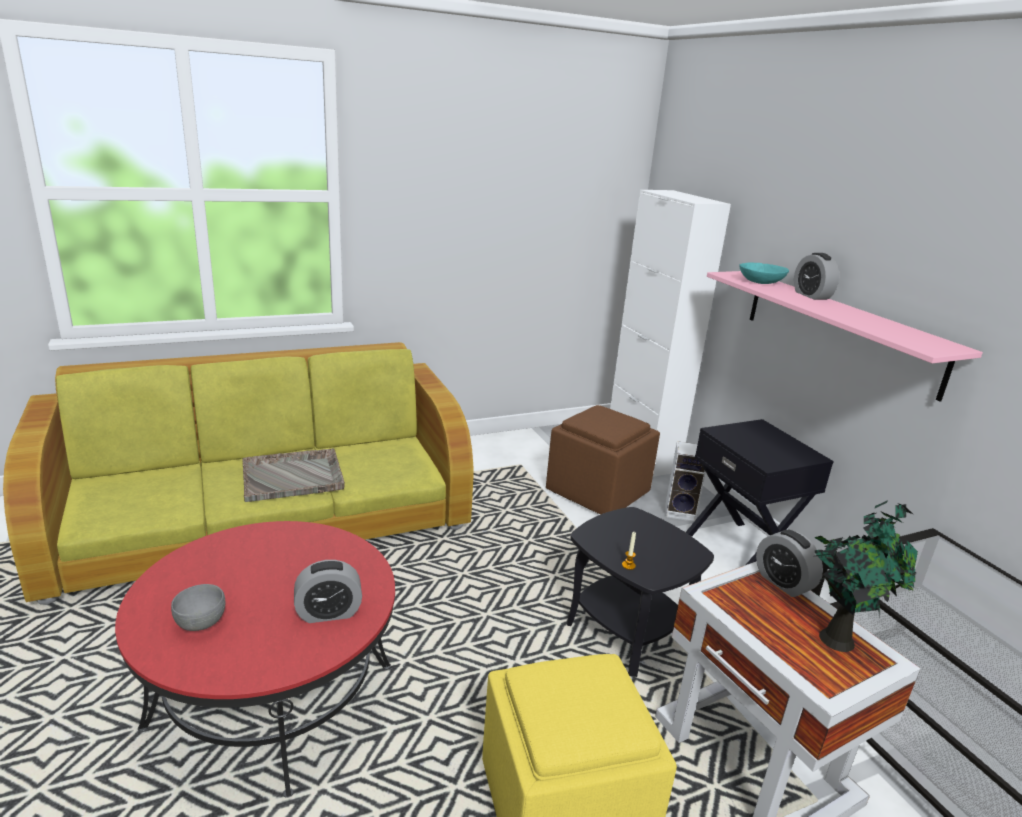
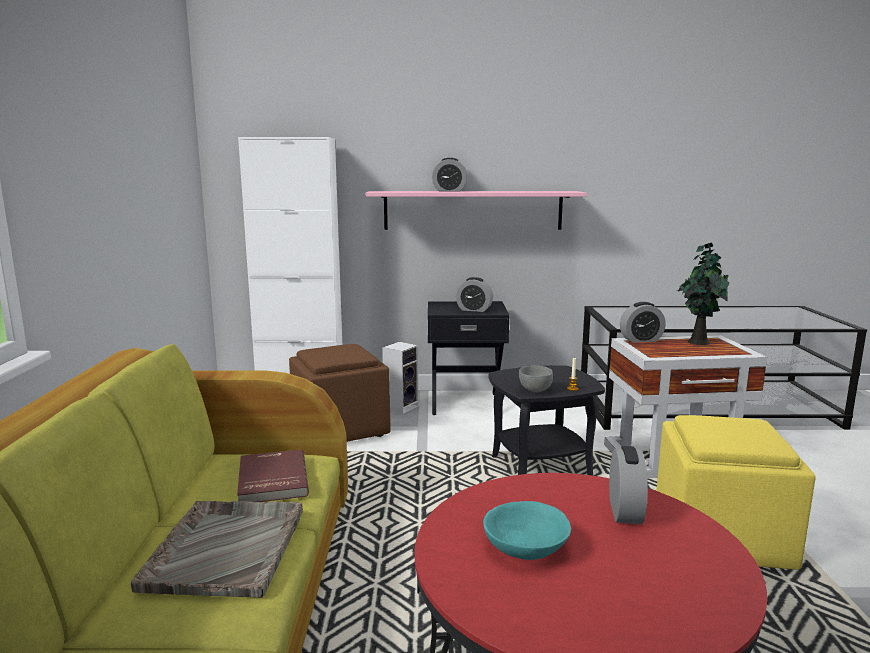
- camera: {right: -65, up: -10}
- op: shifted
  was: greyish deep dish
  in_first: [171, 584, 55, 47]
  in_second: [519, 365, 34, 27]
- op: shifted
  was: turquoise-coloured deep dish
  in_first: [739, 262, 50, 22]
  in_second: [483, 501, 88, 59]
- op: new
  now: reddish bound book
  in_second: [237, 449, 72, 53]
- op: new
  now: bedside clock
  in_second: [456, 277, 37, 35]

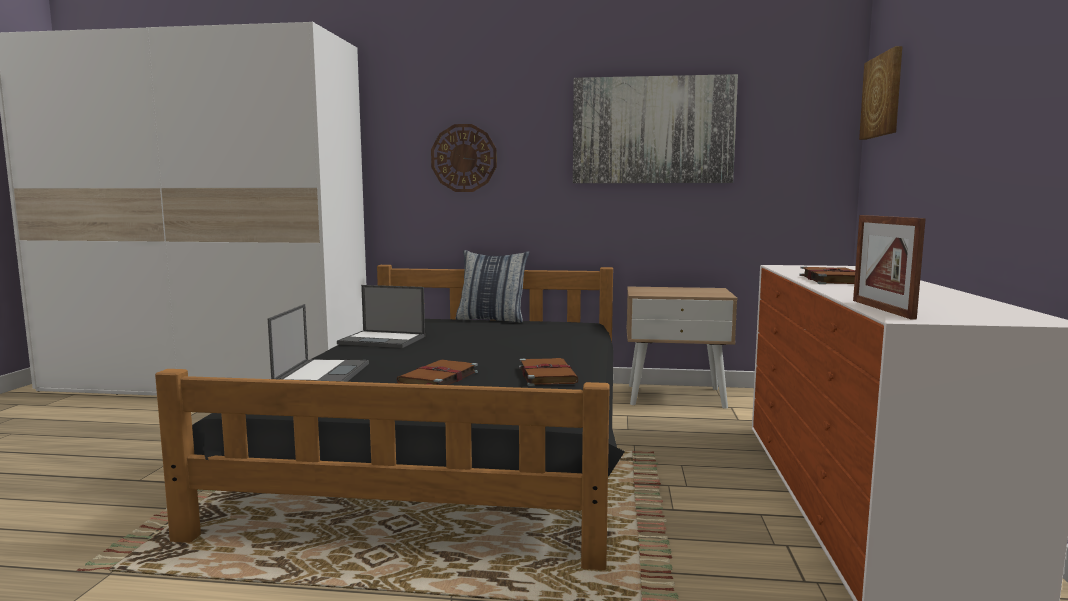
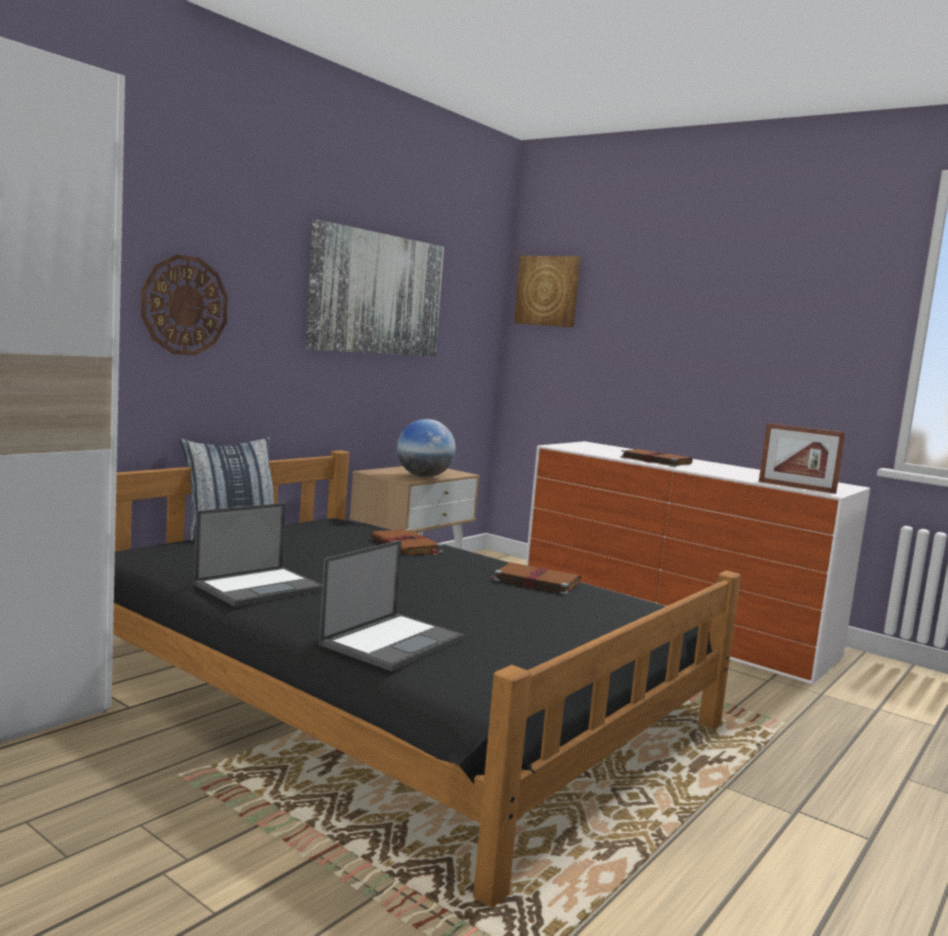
- camera: {right: -60, up: 0}
- op: rotated
  was: laptop
  in_first: [268, 304, 101, 78]
  in_second: [319, 540, 145, 131]
  clockwise: 90
- op: shifted
  was: brown-coloured bound book
  in_first: [396, 359, 82, 26]
  in_second: [371, 529, 72, 26]
- op: new
  now: world globe
  in_second: [397, 419, 59, 59]

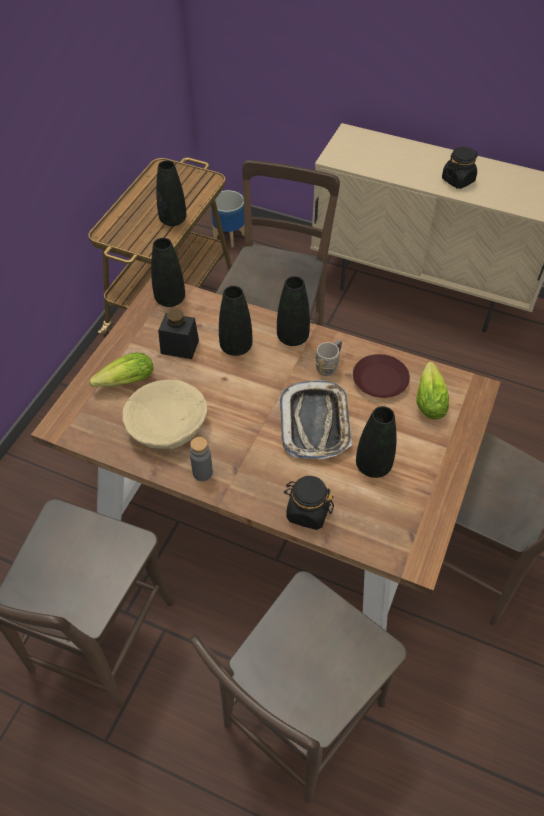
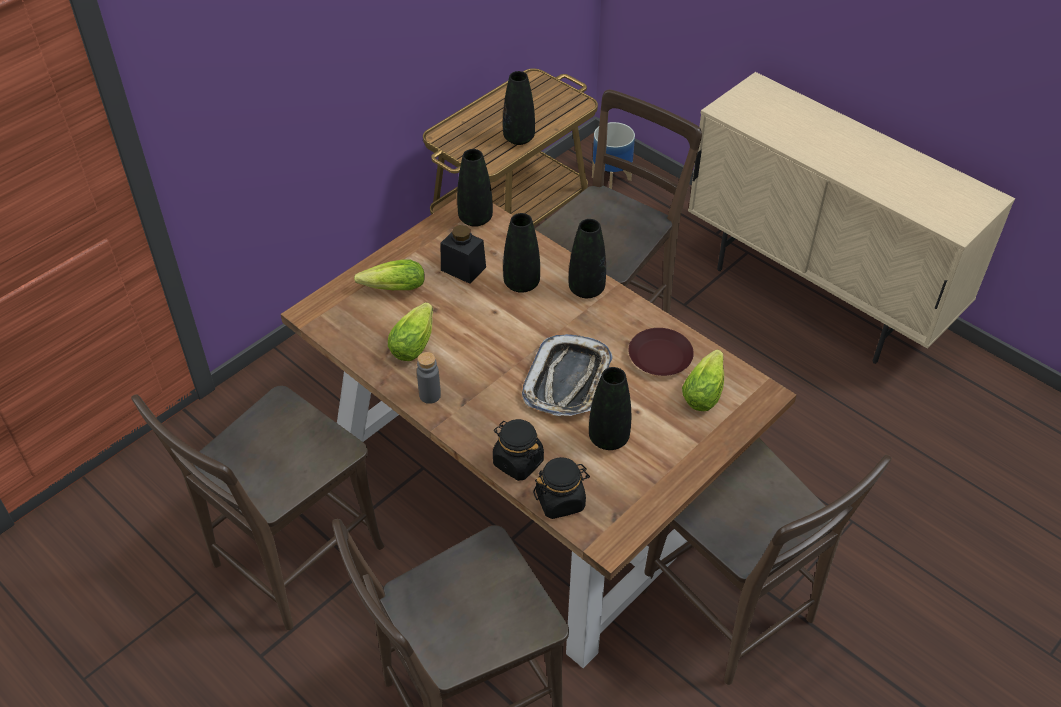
- camera: {right: 20, up: -5}
- op: swapped
  was: beige-coloured deep dish
  now: head of lettuce
  in_first: [122, 380, 85, 69]
  in_second: [388, 302, 45, 59]
- op: gone
  was: greyish coffee mug
  in_first: [315, 340, 27, 36]
- op: shifted
  was: black-coloured jar
  in_first: [442, 146, 36, 43]
  in_second: [533, 457, 57, 62]

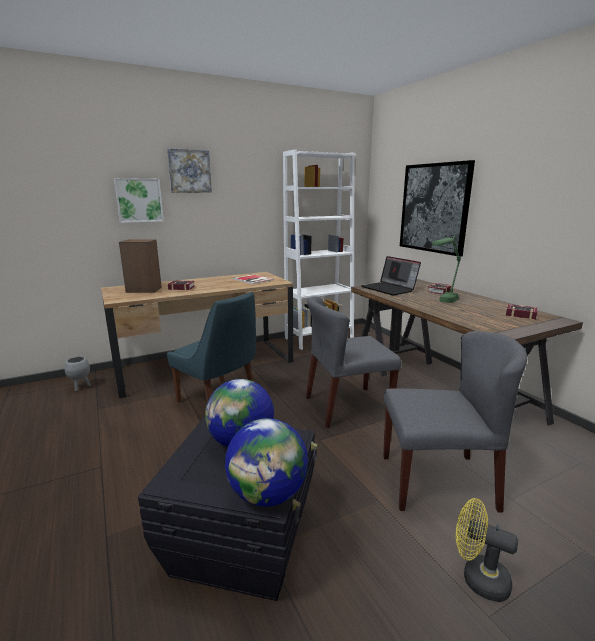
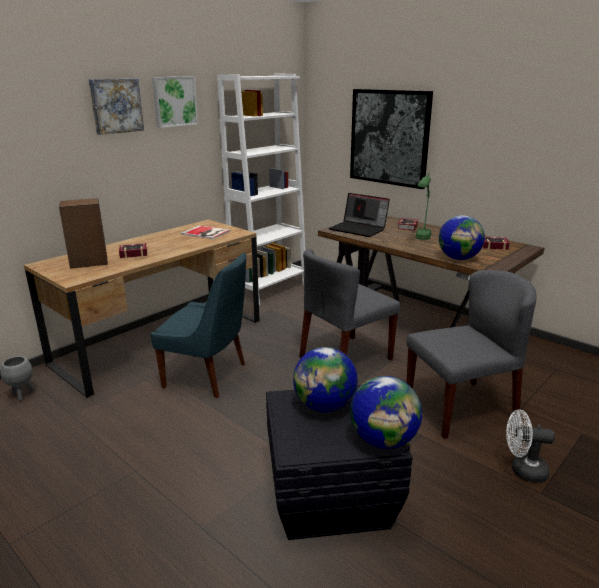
- camera: {right: -20, up: 5}
- op: shifted
  was: wall picture
  in_first: [114, 178, 50, 45]
  in_second: [152, 76, 46, 52]
- op: repainted
  was: yellowish cooling fan
  now: white cooling fan
  in_first: [456, 498, 62, 104]
  in_second: [506, 409, 49, 74]
- op: new
  now: world globe
  in_second: [439, 215, 46, 45]

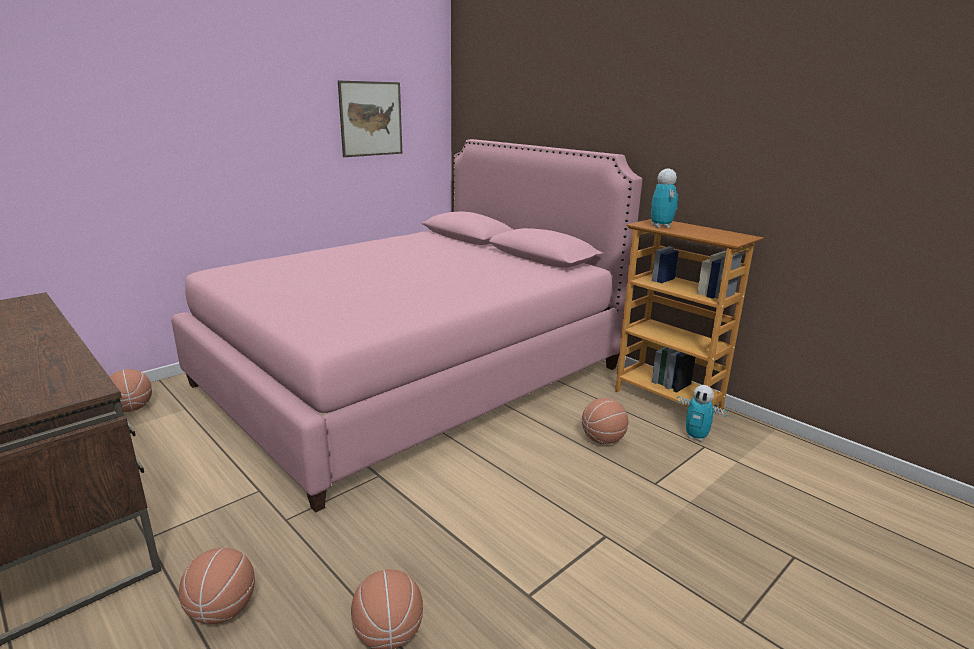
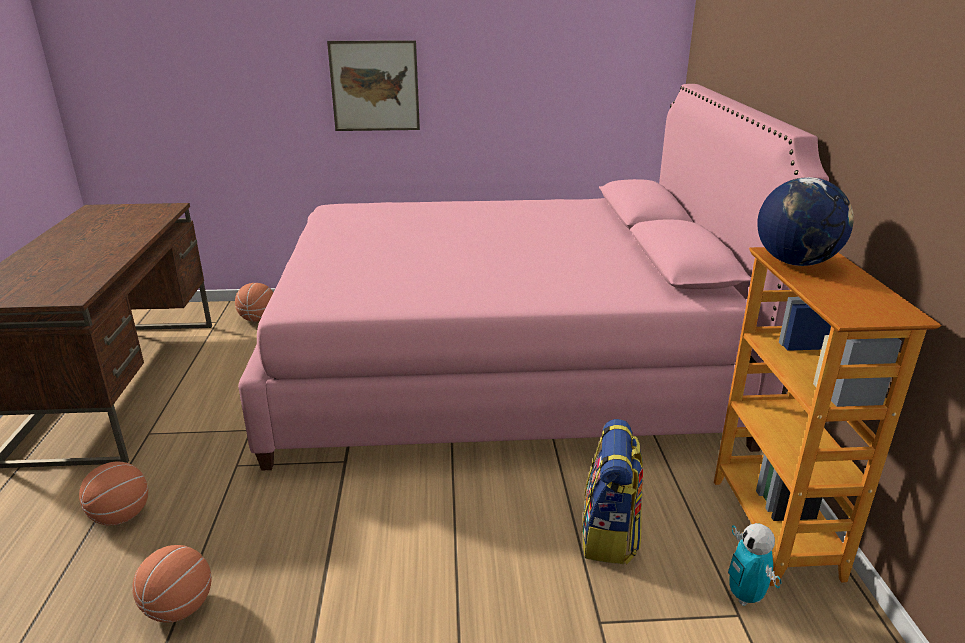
- camera: {right: 40, up: 5}
- op: shifted
  was: wall picture
  in_first: [338, 81, 64, 76]
  in_second: [327, 40, 93, 91]
- op: swapped
  was: ball for basketball
  now: knapsack
  in_first: [582, 398, 46, 46]
  in_second: [582, 419, 61, 145]
- op: swapped
  was: robot figure
  now: world globe
  in_first: [651, 169, 27, 59]
  in_second: [757, 177, 97, 89]

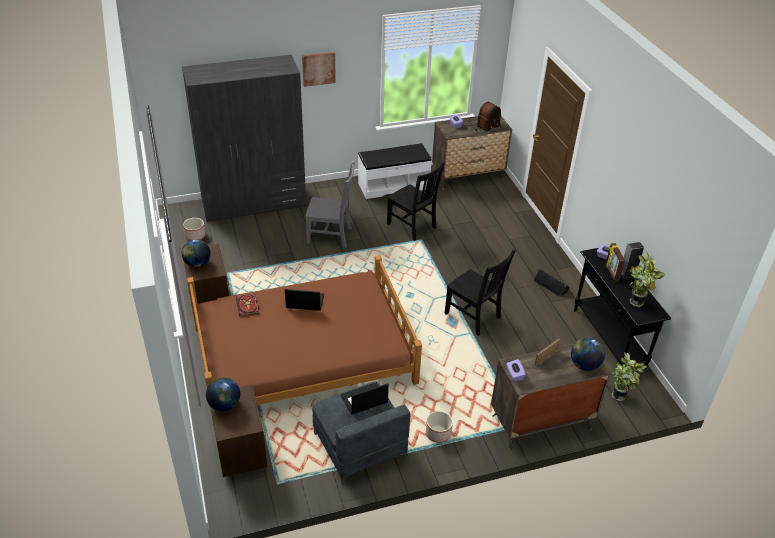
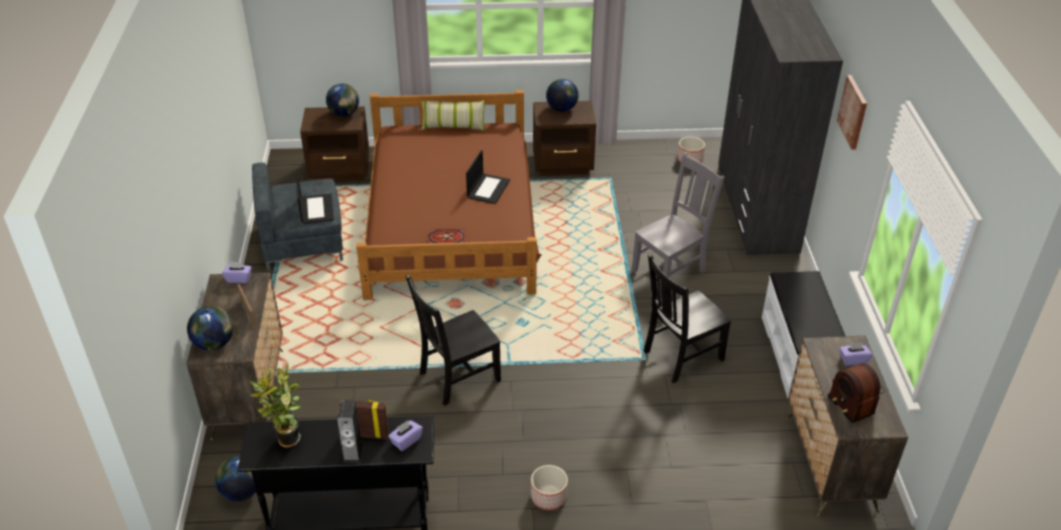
- camera: {right: 105, up: 0}
- op: shifted
  was: bound book
  in_first: [236, 294, 23, 22]
  in_second: [429, 229, 35, 15]
- op: rotated
  was: greyish upright chair
  in_first: [305, 161, 50, 87]
  in_second: [632, 152, 93, 126]
  clockwise: -150
- op: shifted
  was: planter
  in_first: [426, 411, 27, 32]
  in_second: [531, 465, 37, 45]
- op: gone
  was: black-coloured speaker
  in_first: [533, 269, 37, 28]
- op: swapped
  was: plant in a pot
  now: world globe
  in_first: [612, 352, 35, 49]
  in_second: [215, 456, 41, 45]
- op: new
  now: pillow
  in_second: [421, 100, 64, 31]

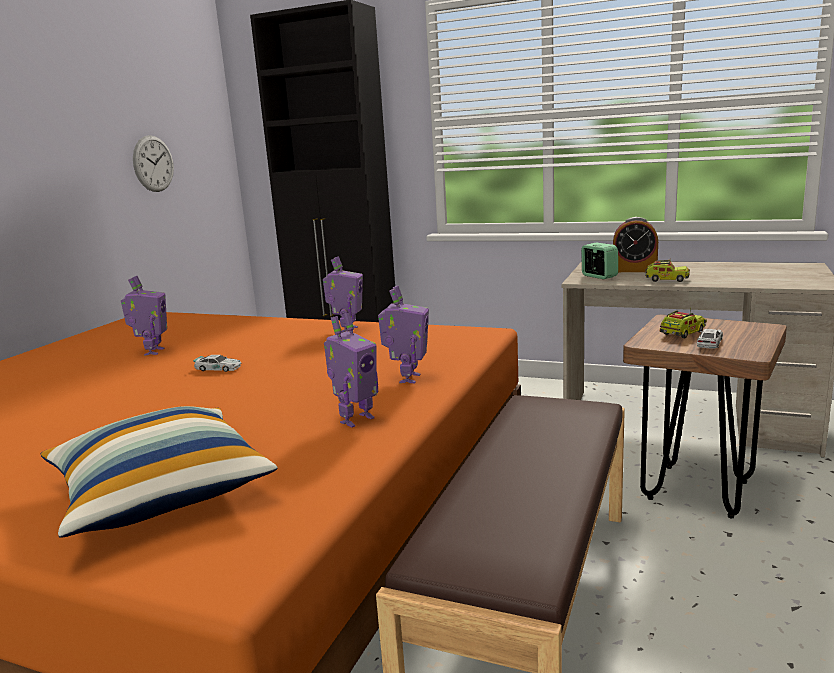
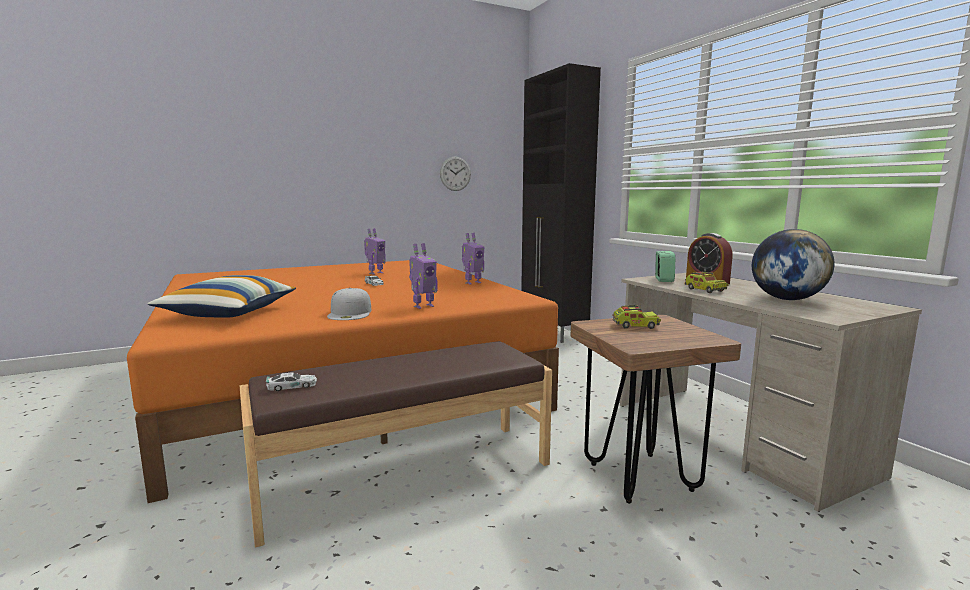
- camera: {right: 40, up: -5}
- op: swapped
  was: robot figure
  now: white cap
  in_first: [324, 312, 54, 115]
  in_second: [327, 288, 44, 32]
- op: shifted
  was: toy car
  in_first: [697, 329, 26, 20]
  in_second: [266, 372, 51, 19]
- op: new
  now: world globe
  in_second: [752, 229, 83, 71]

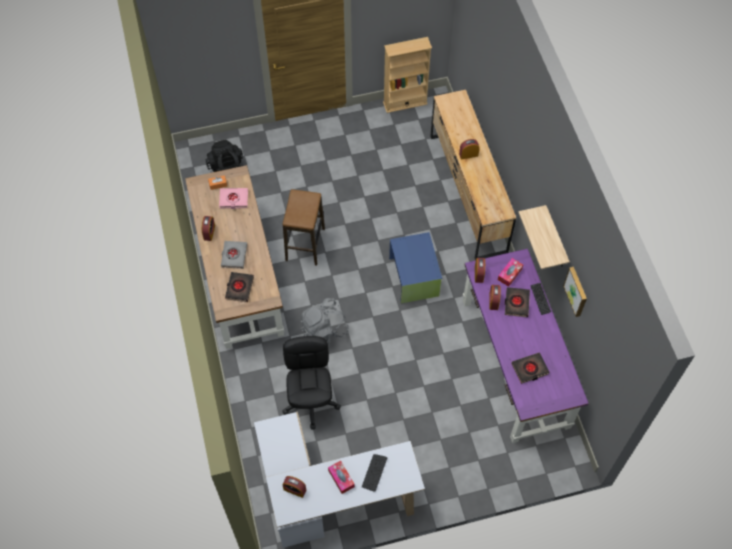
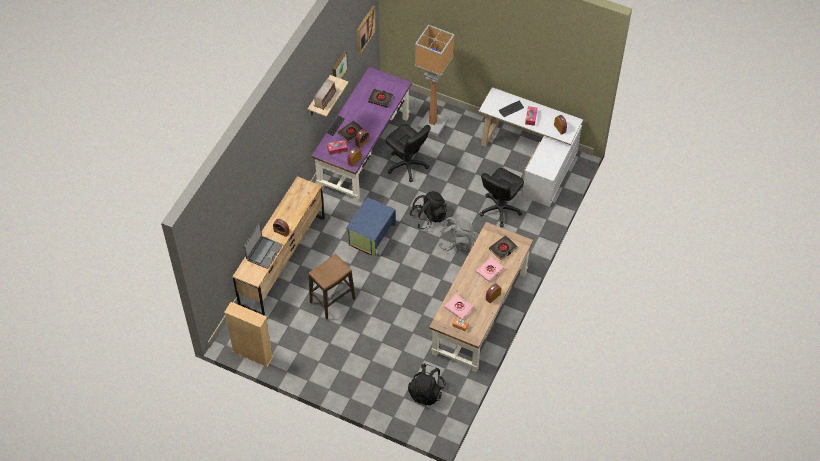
- camera: {right: -140, up: -5}
- op: repainted
  was: greyish bound book
  now: pink bound book
  in_first: [221, 241, 26, 28]
  in_second: [476, 257, 28, 25]
- op: shifted
  was: stool
  in_first: [282, 189, 43, 77]
  in_second: [309, 254, 46, 66]
- op: new
  now: laptop
  in_second: [244, 223, 39, 46]
- op: new
  now: radio set
  in_second: [313, 78, 23, 32]
- op: new
  now: wall picture
  in_second: [357, 6, 19, 49]
- op: new
  now: black-coloured office chair
  in_second: [386, 124, 45, 58]
- op: new
  now: black-coloured knapsack
  in_second: [410, 191, 37, 38]
- op: new
  now: standard lamp
  in_second: [415, 24, 40, 112]

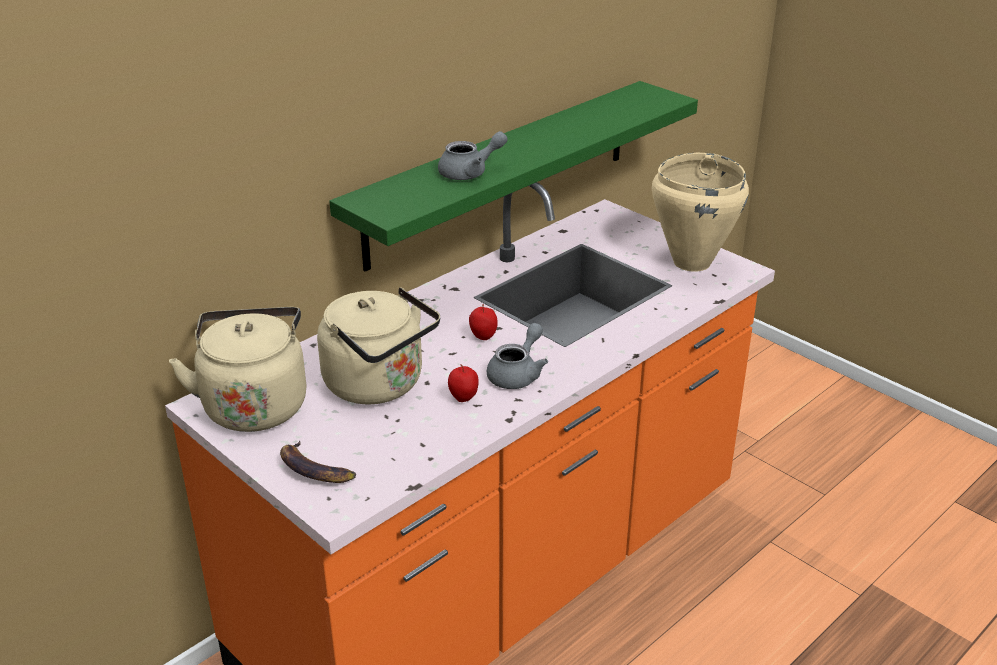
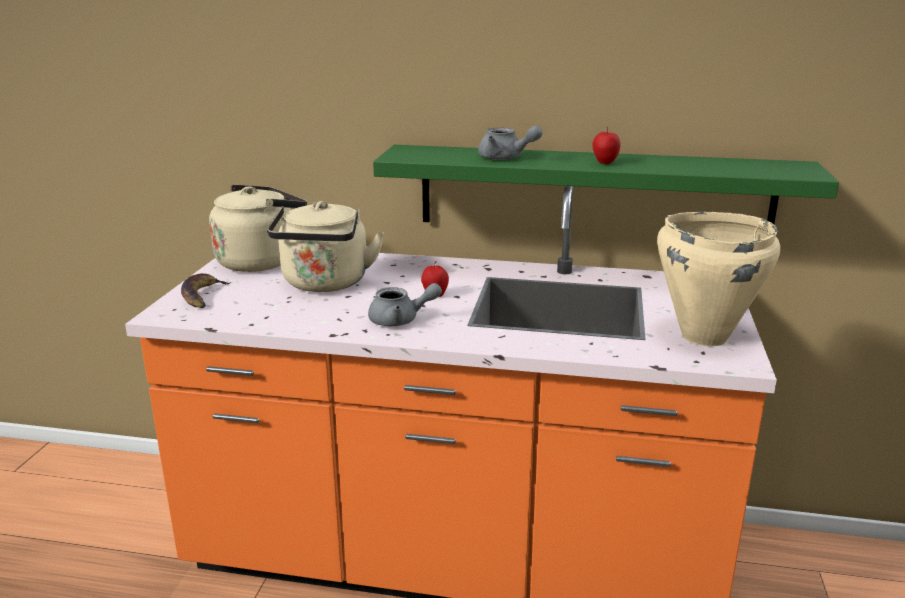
- camera: {right: 55, up: -10}
- op: shifted
  was: apple
  in_first: [448, 364, 31, 38]
  in_second: [593, 126, 27, 38]

